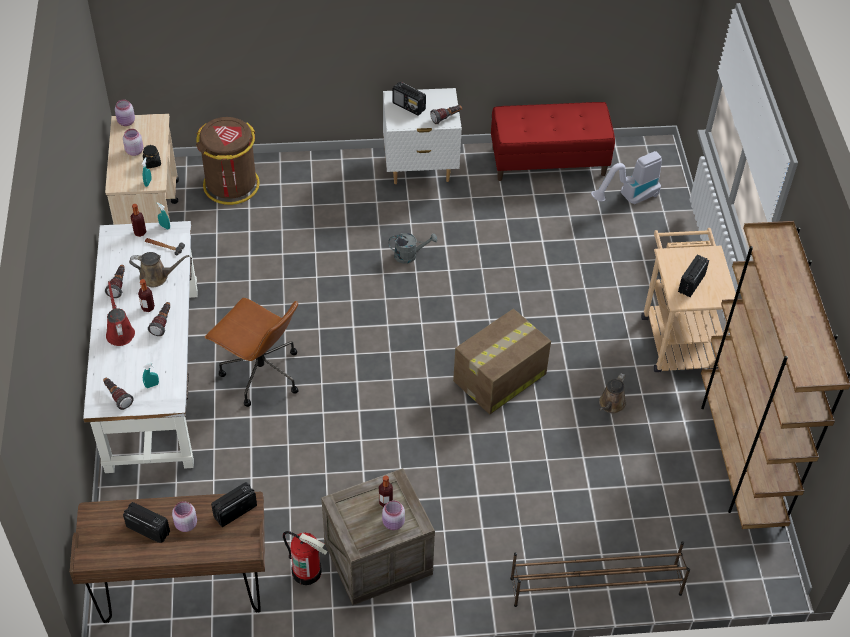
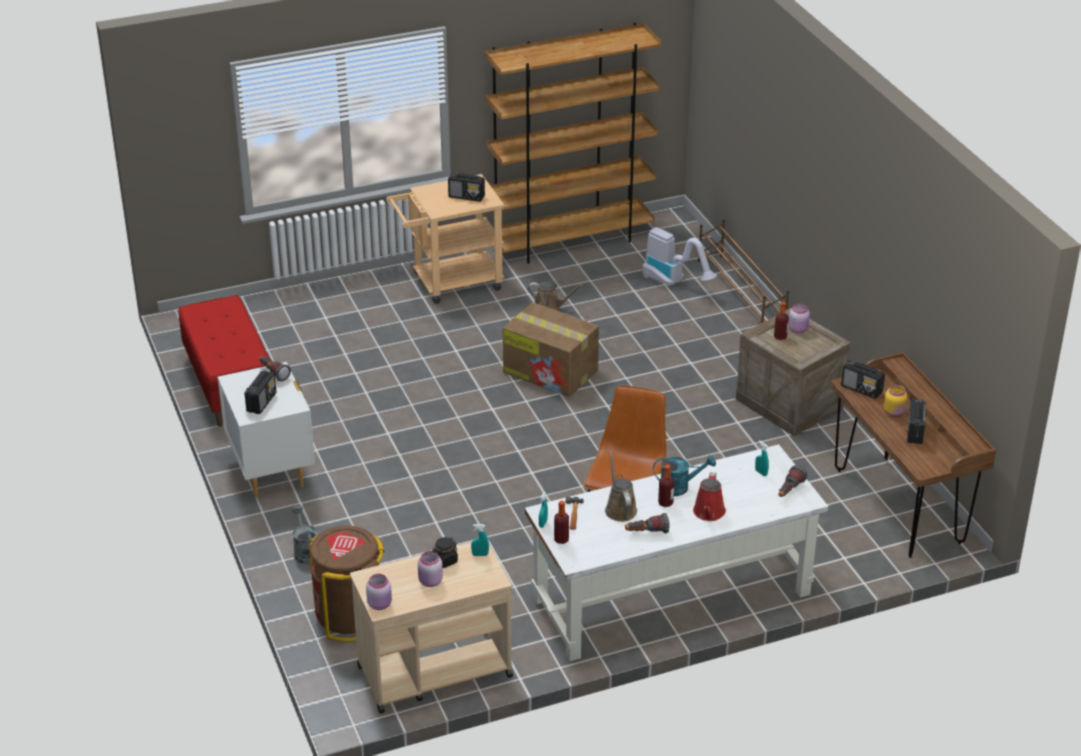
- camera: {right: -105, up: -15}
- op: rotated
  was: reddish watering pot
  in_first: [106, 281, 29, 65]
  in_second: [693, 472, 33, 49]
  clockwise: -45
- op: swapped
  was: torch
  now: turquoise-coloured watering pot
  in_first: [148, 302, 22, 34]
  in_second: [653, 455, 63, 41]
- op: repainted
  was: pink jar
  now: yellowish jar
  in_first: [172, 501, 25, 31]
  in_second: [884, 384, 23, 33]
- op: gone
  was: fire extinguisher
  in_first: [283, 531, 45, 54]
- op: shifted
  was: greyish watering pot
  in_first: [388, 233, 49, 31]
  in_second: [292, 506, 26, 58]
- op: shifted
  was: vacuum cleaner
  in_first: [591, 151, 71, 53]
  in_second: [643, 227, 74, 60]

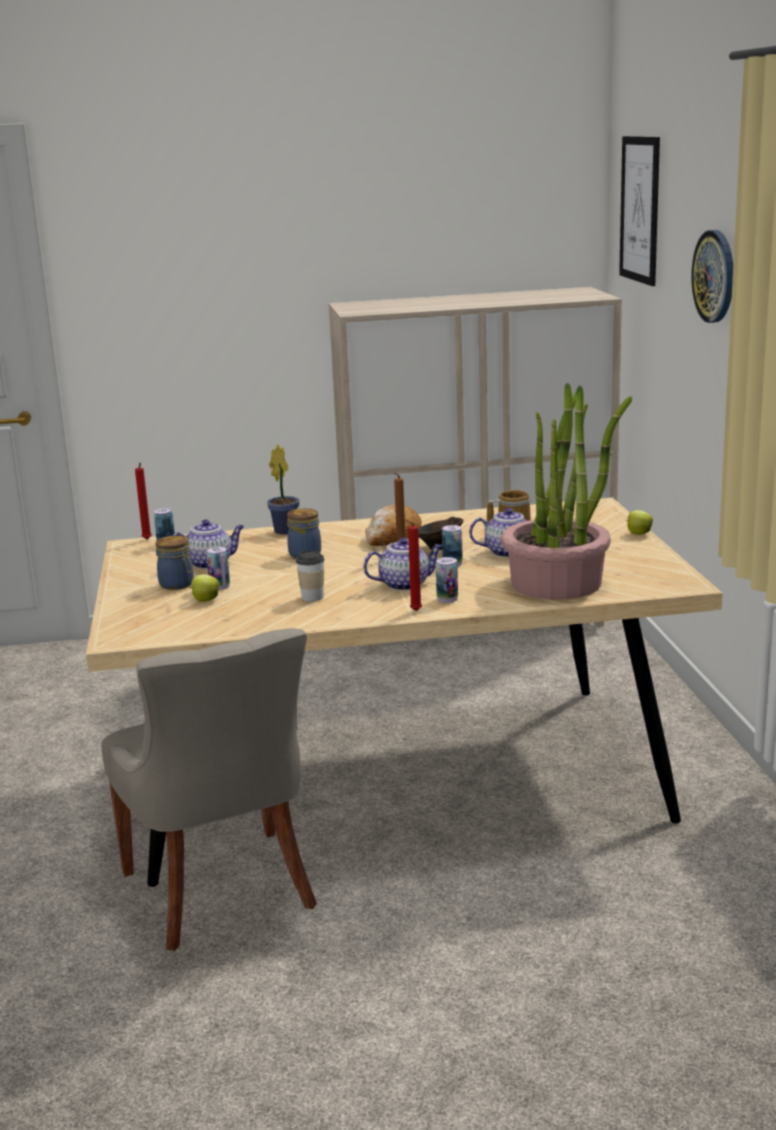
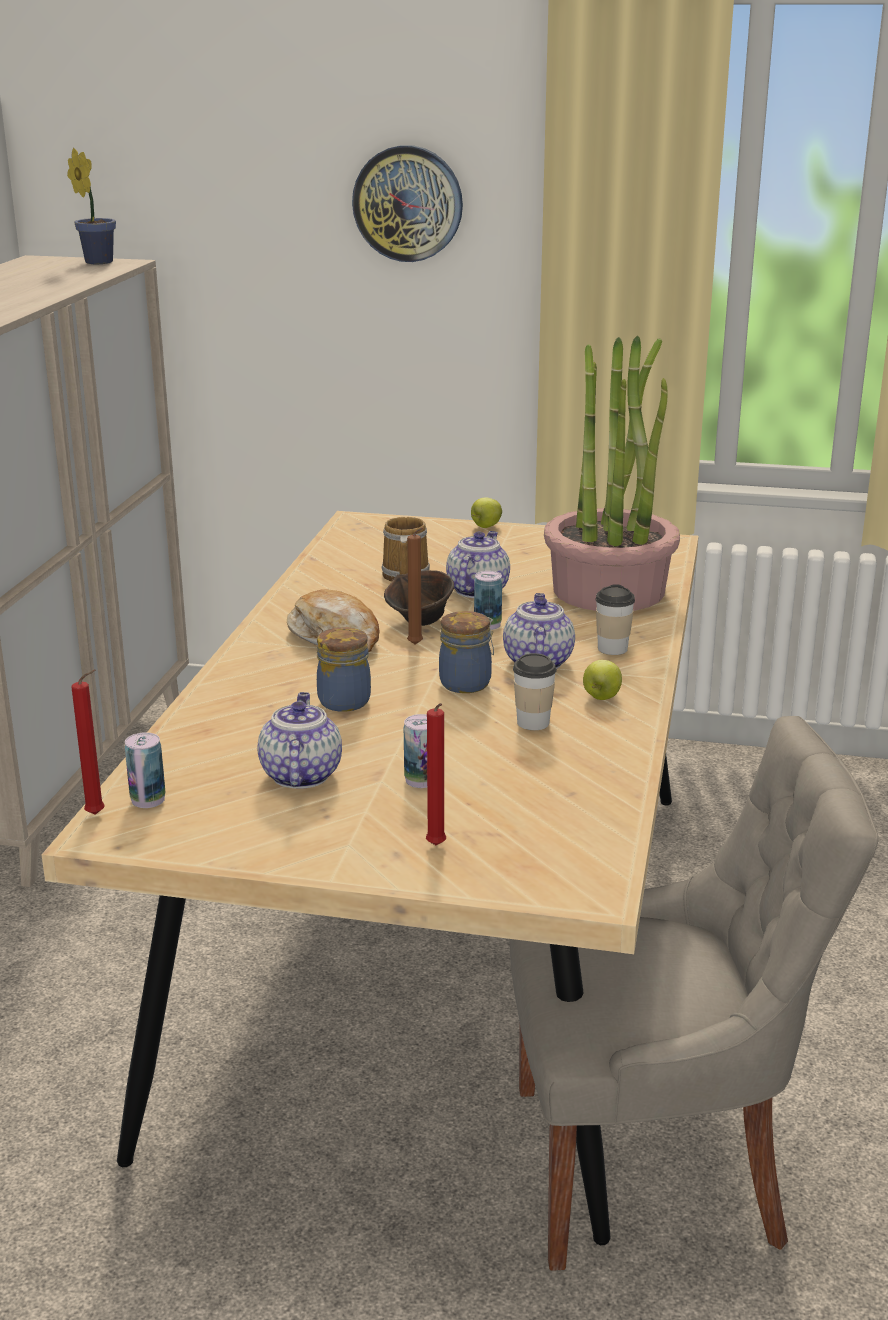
- camera: {right: -70, up: 5}
- op: shifted
  was: jar
  in_first: [156, 535, 38, 55]
  in_second: [439, 611, 55, 82]
- op: shifted
  was: apple
  in_first: [189, 574, 30, 28]
  in_second: [583, 660, 39, 40]
- op: shifted
  was: plant in a pot
  in_first: [267, 444, 32, 91]
  in_second: [67, 148, 49, 116]
- op: shifted
  was: reddish candle
  in_first: [405, 520, 17, 91]
  in_second: [426, 703, 20, 142]
- op: swapped
  was: sealed can
  now: drinking cup
  in_first: [436, 557, 22, 46]
  in_second: [596, 584, 39, 71]
- op: gone
  was: wall picture
  in_first: [619, 136, 41, 150]

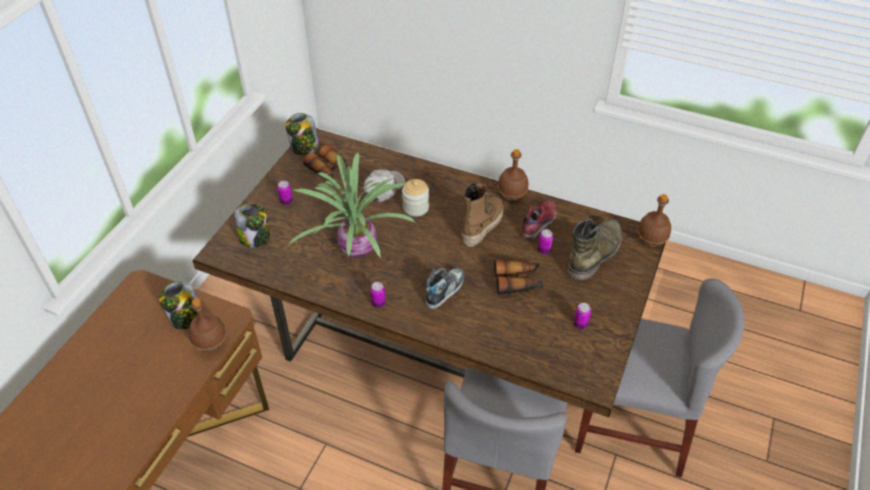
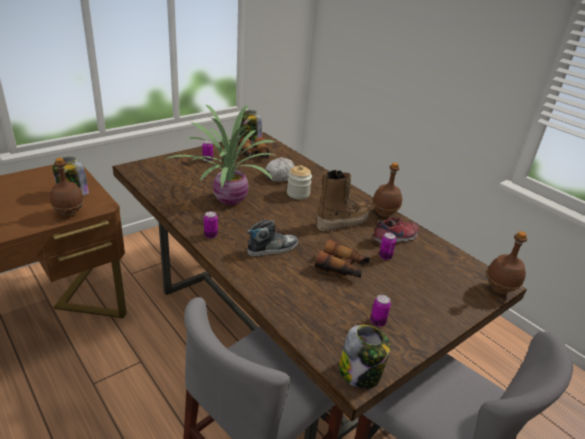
- camera: {right: 25, up: -15}
- op: shifted
  was: jar
  in_first: [234, 204, 36, 43]
  in_second: [339, 325, 52, 64]
- op: gone
  was: green-coloured high-top boot
  in_first: [568, 218, 54, 62]

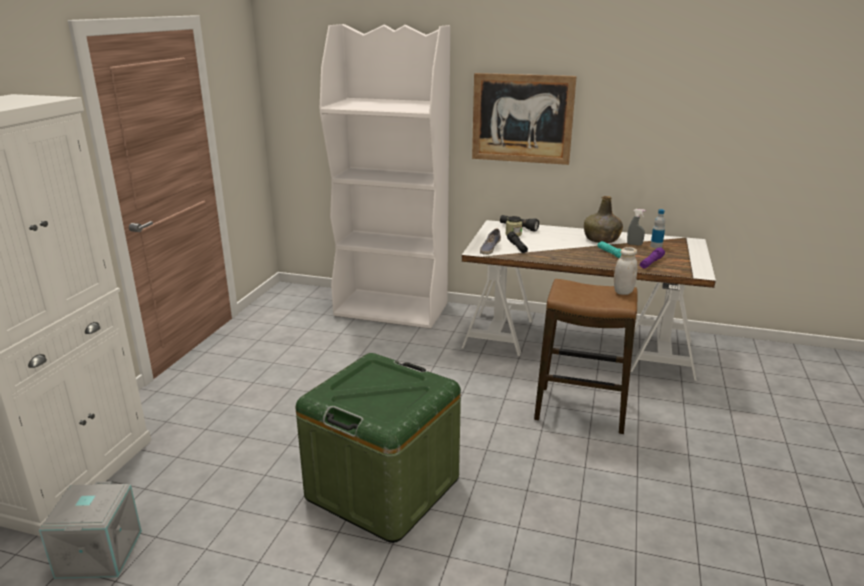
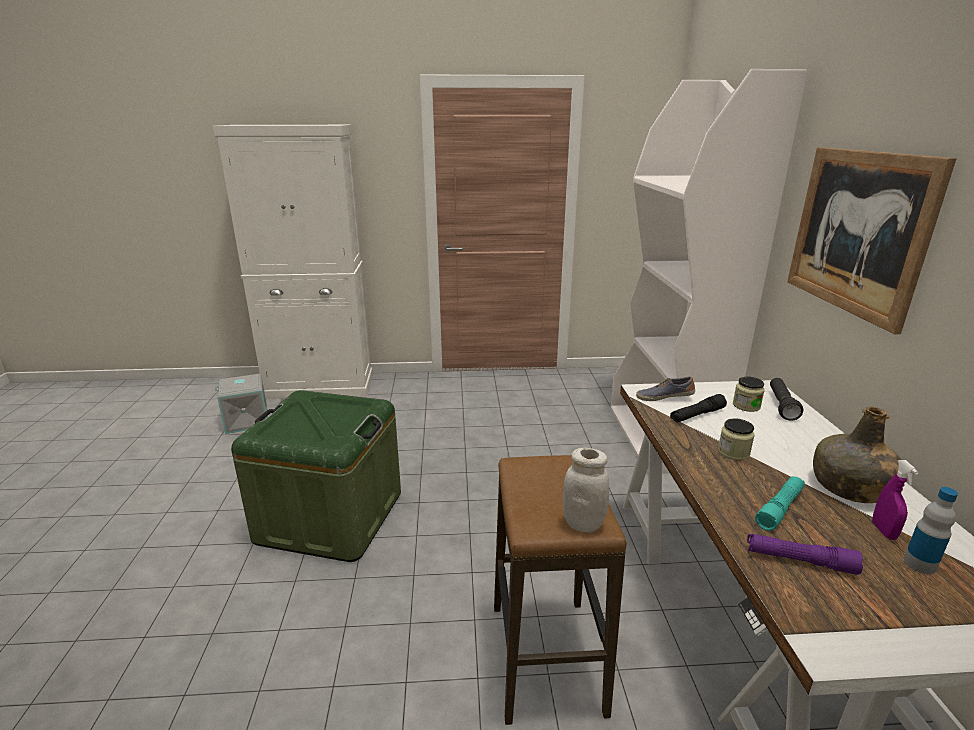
- camera: {right: 70, up: 0}
- op: repainted
  was: greyish sprayer
  now: purple-coloured sprayer
  in_first: [627, 209, 19, 36]
  in_second: [872, 460, 47, 80]
- op: new
  now: jar
  in_second: [718, 418, 37, 42]

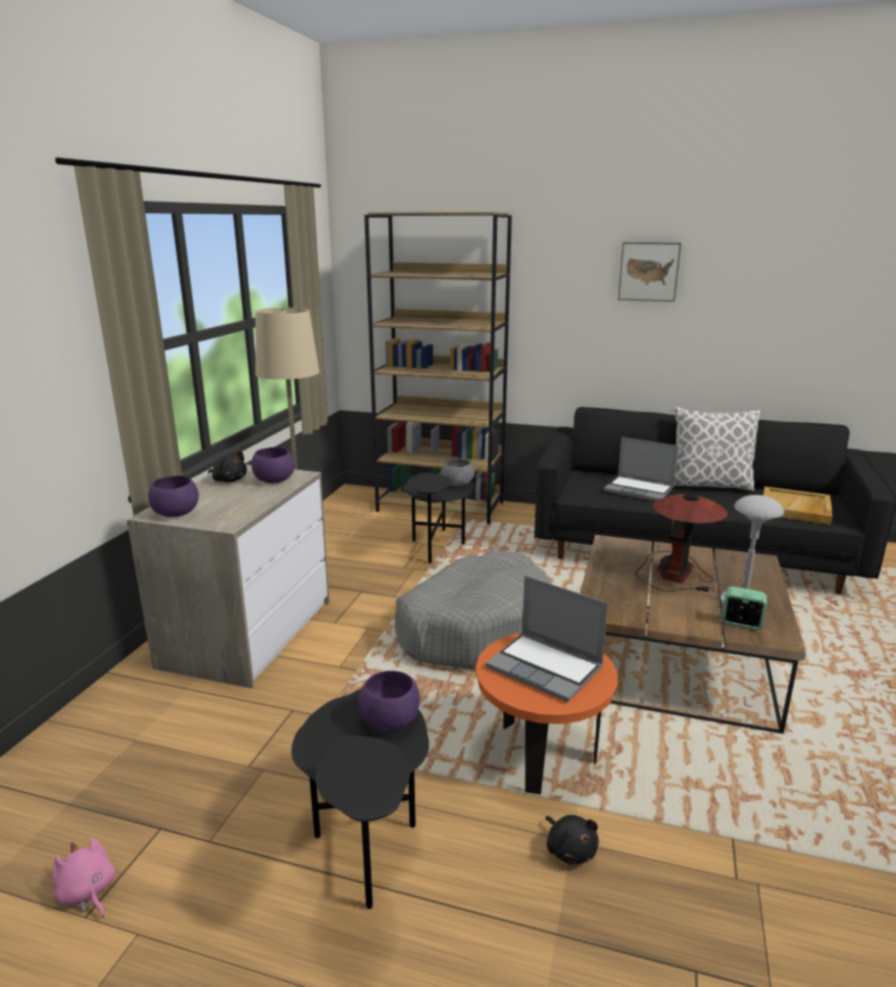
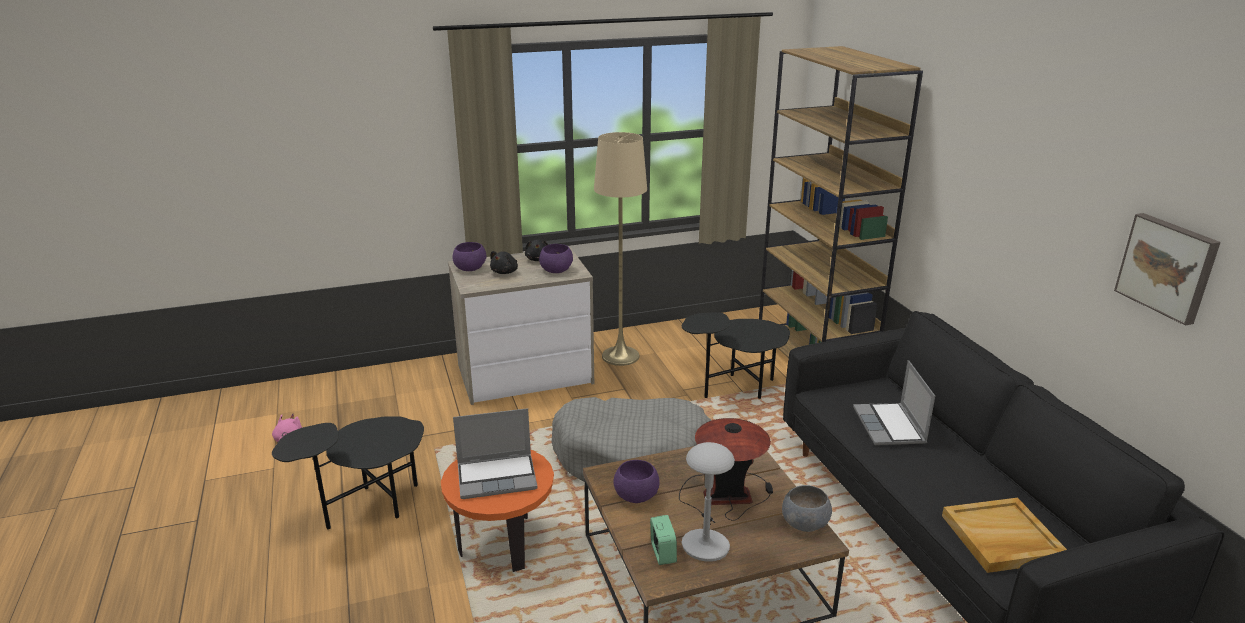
- camera: {right: 55, up: 5}
- op: shifted
  was: purple-coloured deep dish
  in_first: [358, 671, 62, 59]
  in_second: [613, 460, 47, 43]
- op: shifted
  was: greyish deep dish
  in_first: [442, 458, 33, 29]
  in_second: [782, 485, 50, 47]
- op: rotated
  was: laptop
  in_first: [486, 576, 122, 126]
  in_second: [453, 408, 85, 91]
  clockwise: -105
- op: shifted
  was: black-coloured cuddly toy
  in_first: [545, 815, 54, 49]
  in_second: [490, 251, 28, 23]
- op: shifted
  was: wall picture
  in_first: [618, 242, 63, 60]
  in_second: [1114, 213, 107, 113]
- op: gone
  was: pillow
  in_first: [673, 407, 87, 84]

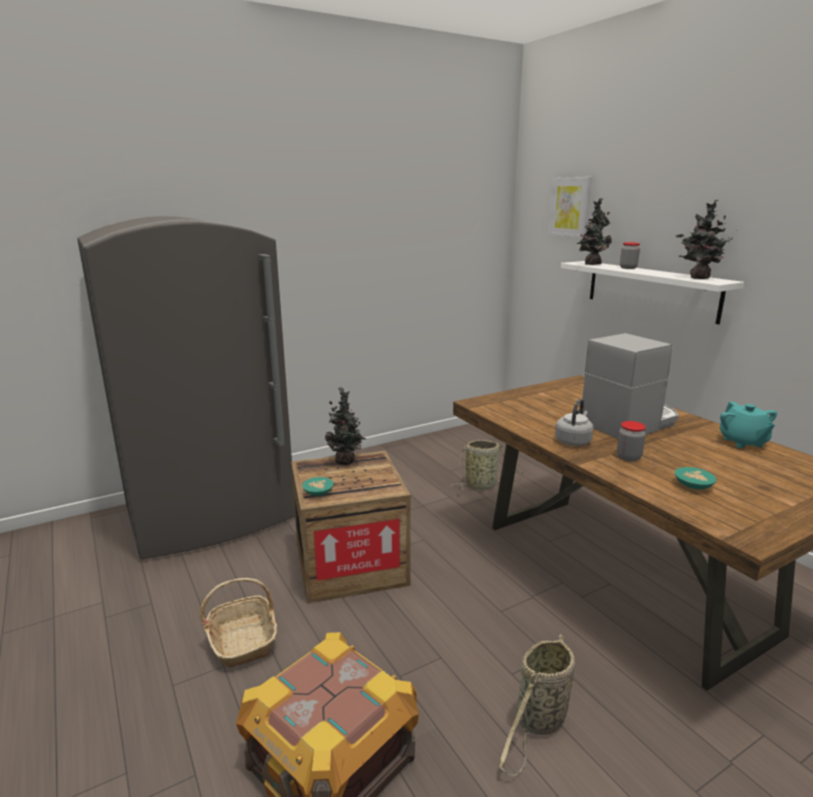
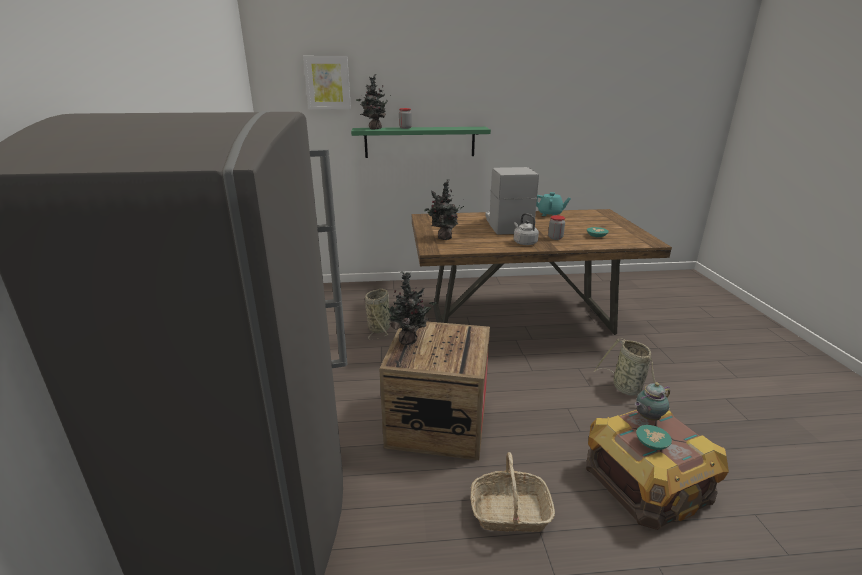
- camera: {right: -65, up: 5}
- op: shifted
  was: turquoise-coloured deep dish
  in_first: [302, 477, 32, 19]
  in_second: [636, 425, 36, 25]
- op: repainted
  was: white shelf
  now: green-coloured shelf
  in_first: [561, 261, 183, 63]
  in_second: [351, 127, 140, 31]
- op: shifted
  was: plant in a pot
  in_first: [676, 199, 62, 80]
  in_second: [424, 179, 40, 61]
- op: new
  now: tea pot
  in_second: [635, 382, 35, 39]

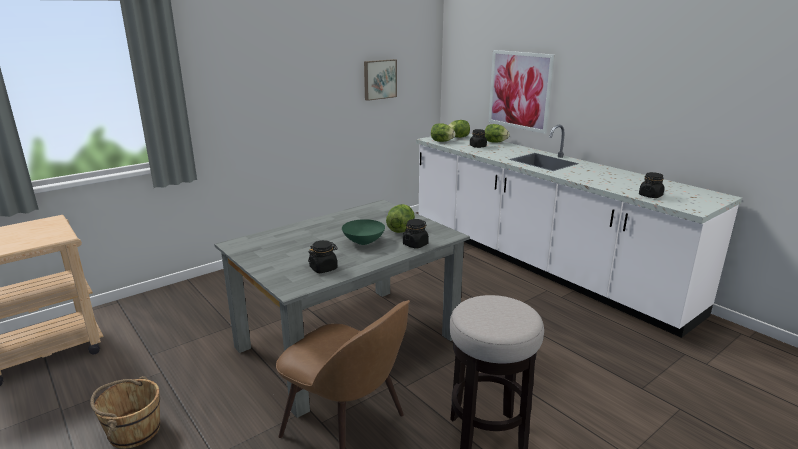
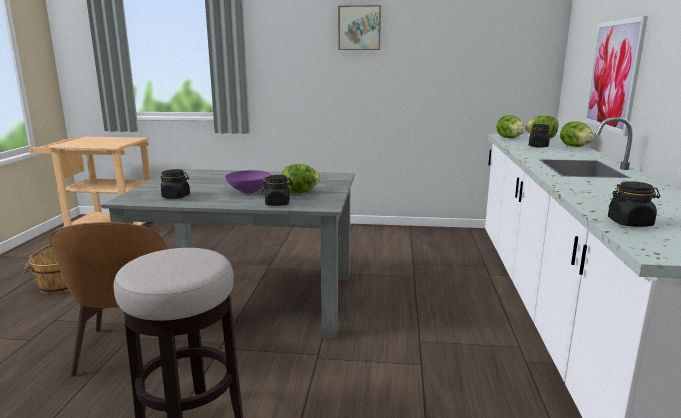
- camera: {right: 45, up: -5}
- op: repainted
  was: green-coloured deep dish
  now: purple-coloured deep dish
  in_first: [342, 219, 43, 26]
  in_second: [225, 170, 46, 24]
- op: shifted
  was: wall picture
  in_first: [364, 59, 33, 42]
  in_second: [338, 5, 43, 45]

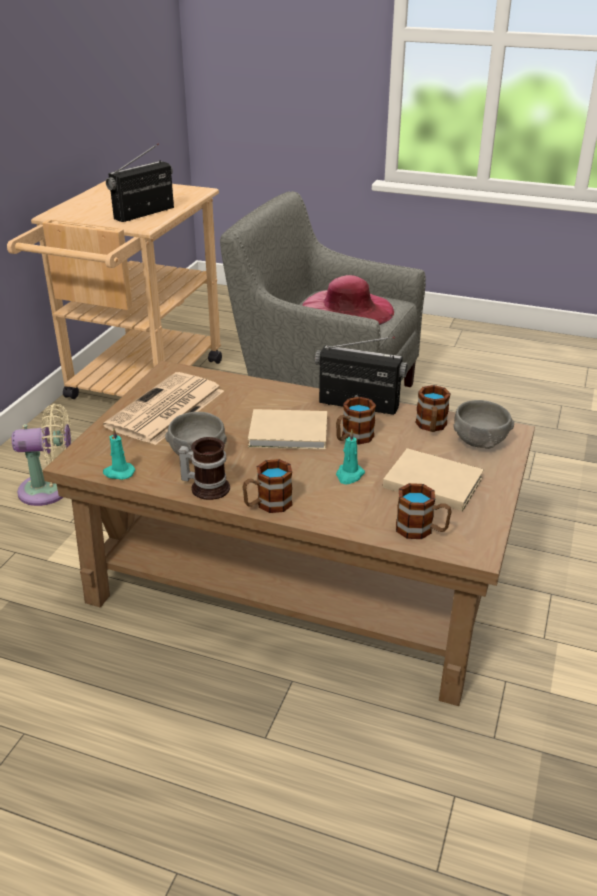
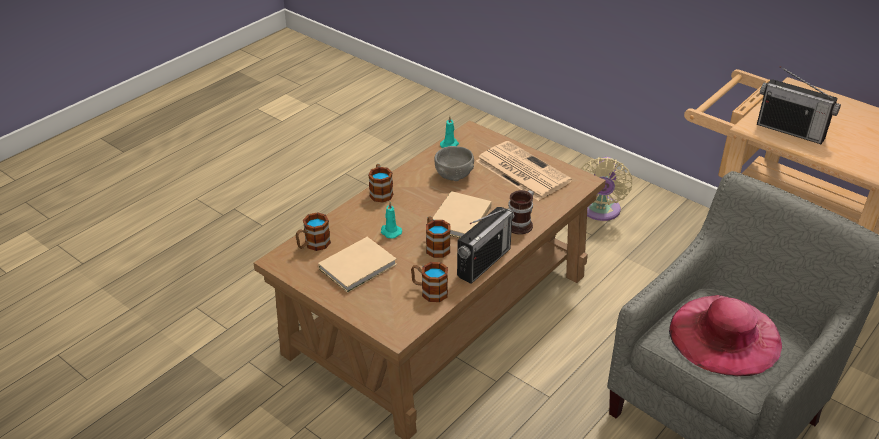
- camera: {right: 110, up: 5}
- op: rotated
  was: radio set
  in_first: [106, 143, 68, 79]
  in_second: [757, 66, 84, 78]
  clockwise: 150
- op: shifted
  was: coffee mug
  in_first: [179, 437, 51, 63]
  in_second: [508, 190, 26, 45]
- op: gone
  was: greyish deep dish
  in_first: [453, 400, 61, 49]

